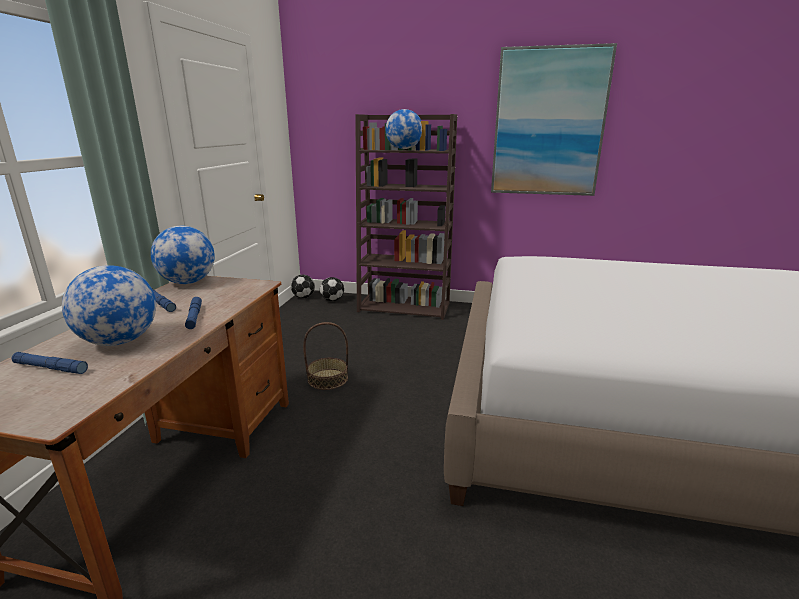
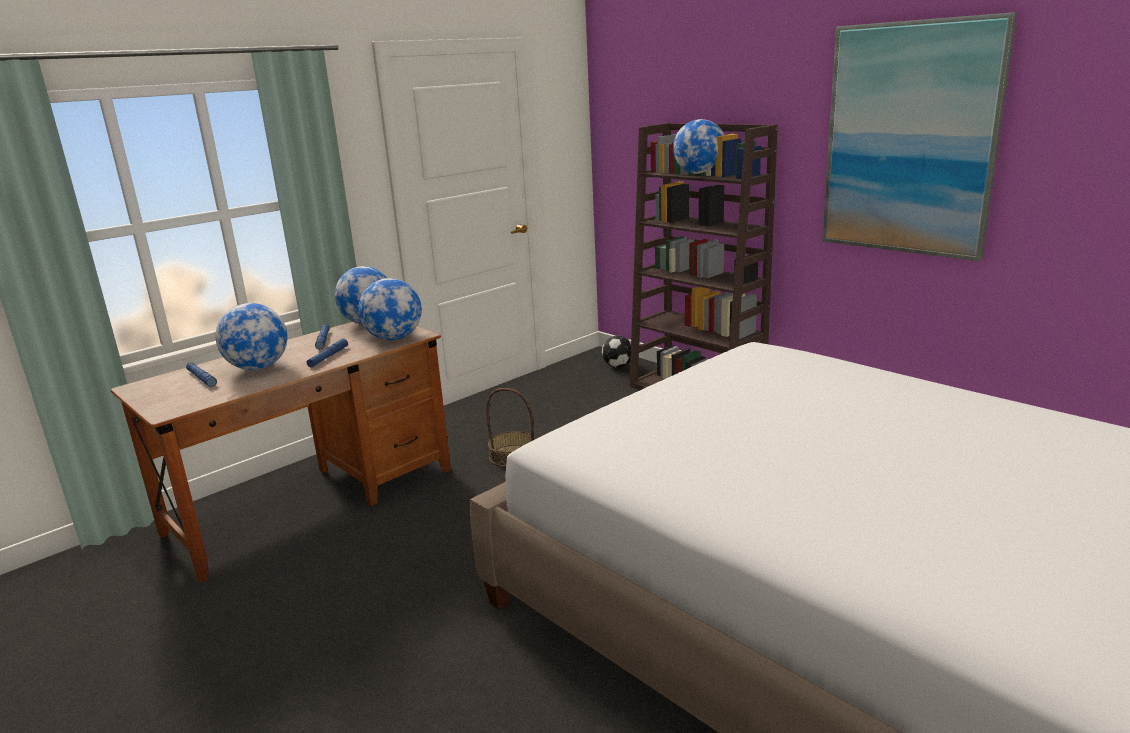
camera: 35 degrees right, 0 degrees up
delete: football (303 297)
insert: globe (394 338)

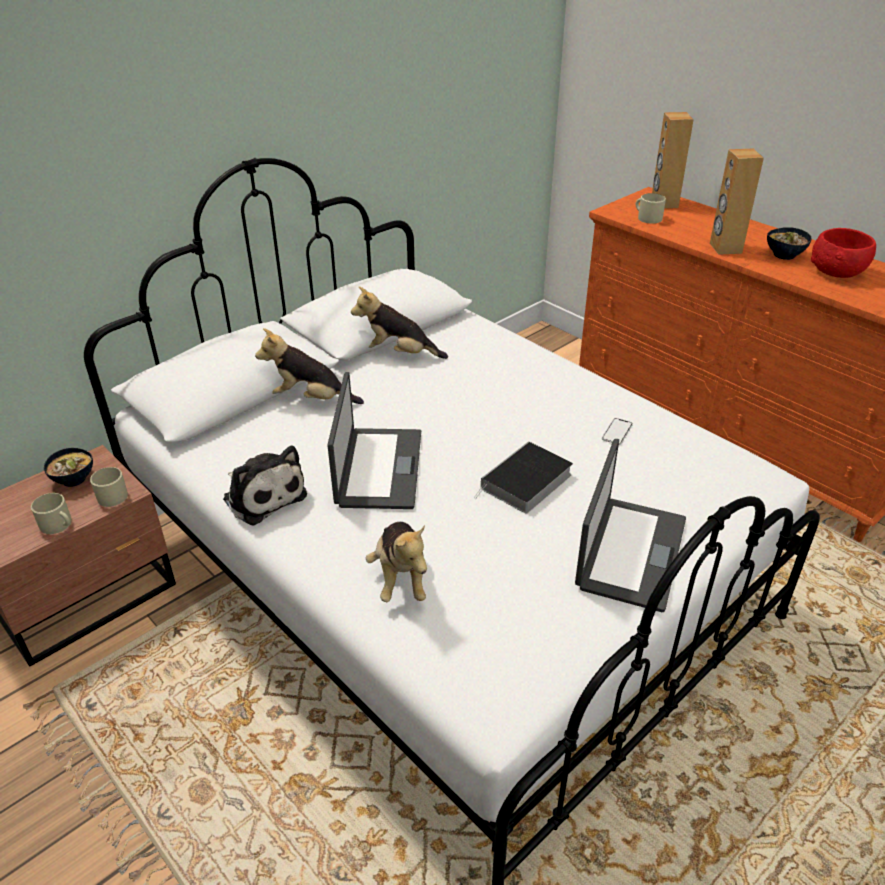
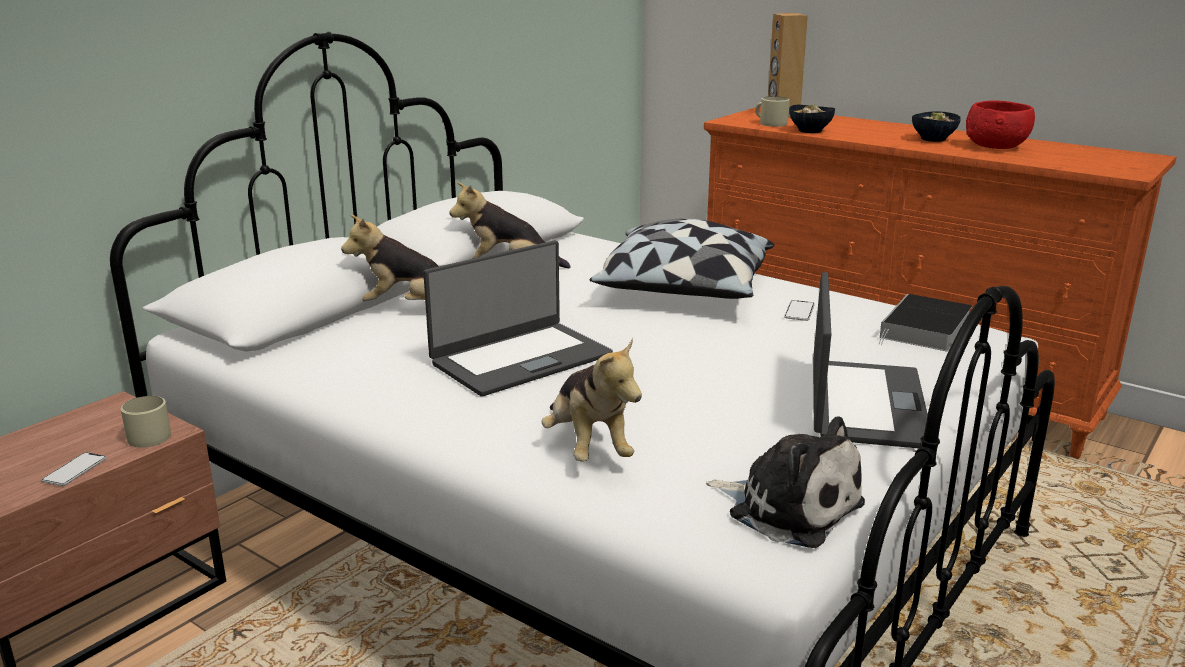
camera: 10 degrees left, 15 degrees down
delete: speaker (brown) (725 248)
insert: pillow (684 291)
move: bowl (73 480) to (810 131); plush toy (263 495) to (789 507); book (525 483) to (925 330)
replace: mug (beige) (58 525) to phone (75 470)
rotate: laptop (378 468) = (520 359) 60 degrees clockwise

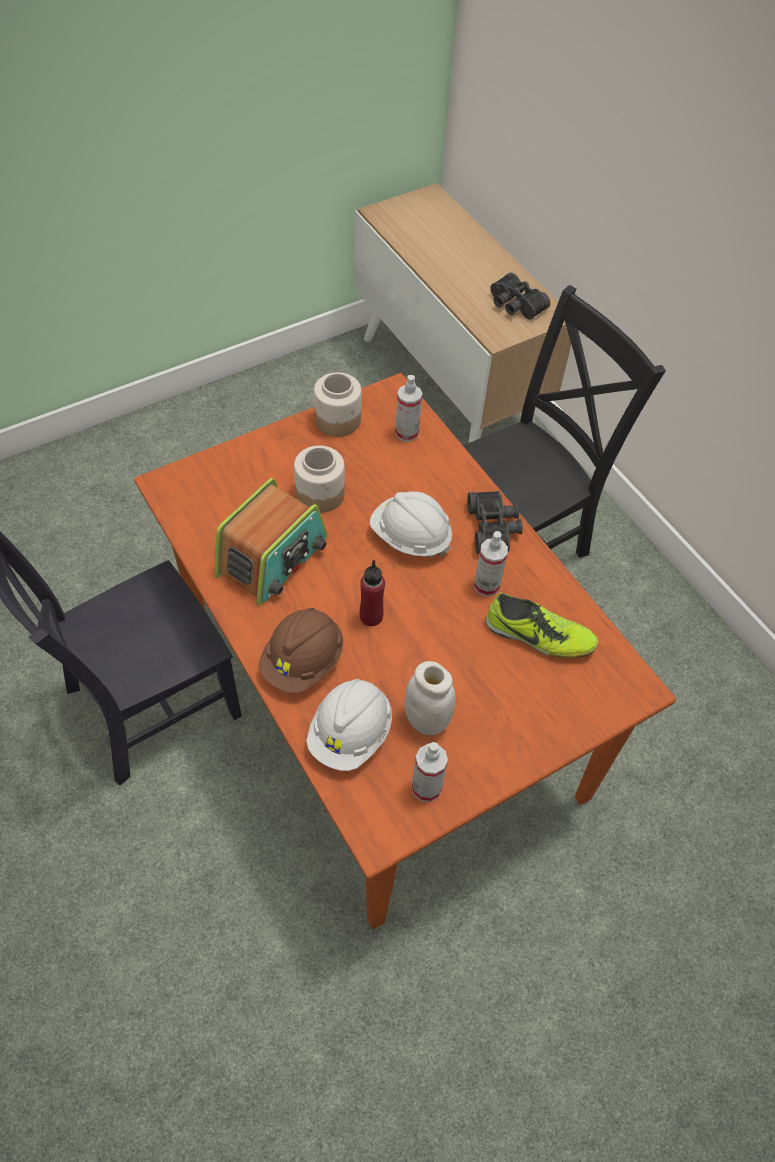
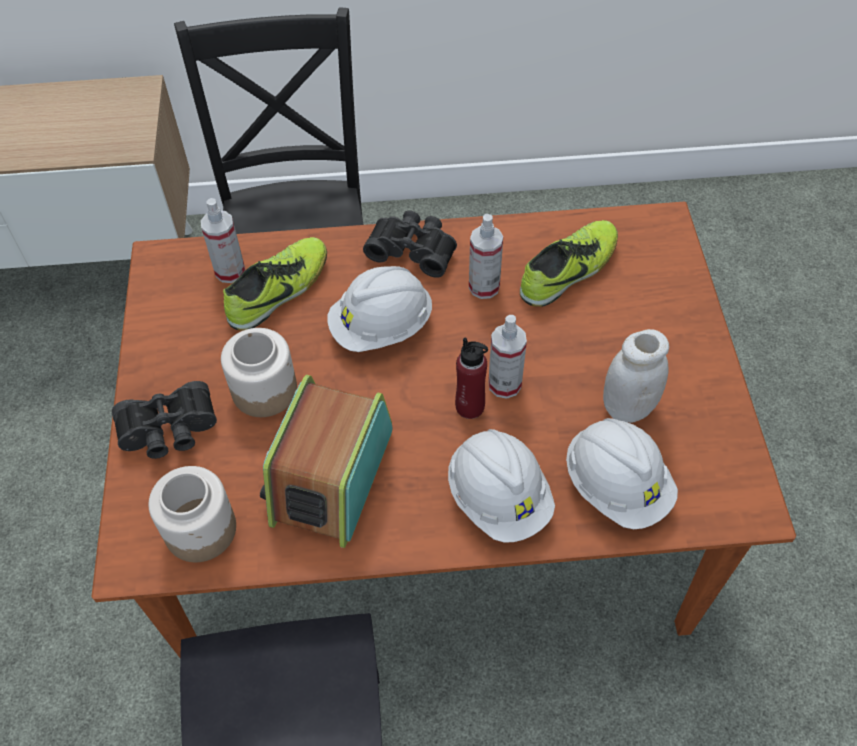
camera: 60 degrees left, 0 degrees up
insert: shoe (279 291)
move: jar (338 420) to (201 529); spray bottle (426 788) to (504 384); binoculars (black) (514 305) to (169 432)
recolor: hard hat (brown) (303 662) to hard hat (white) (498 498)
rotate: radio (273 558) = (331 475) 135 degrees counterclockwise

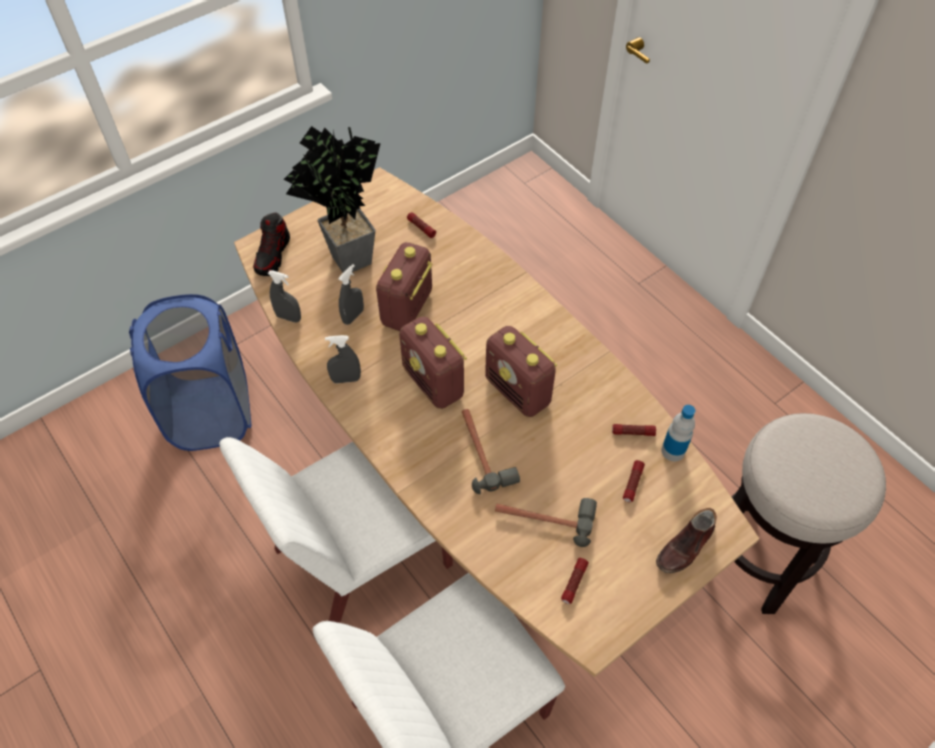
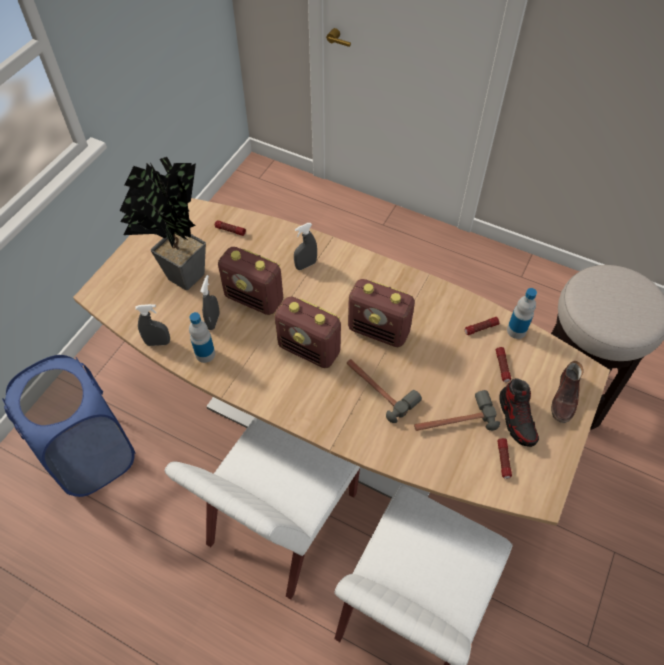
camera: 25 degrees left, 0 degrees up
insert: bottle (205 354)
move: shoe (273 255) to (517 419); spray bottle (grey) (346 379) to (306 265)
rotate: radio (407 309) = (254 299) 60 degrees counterclockwise

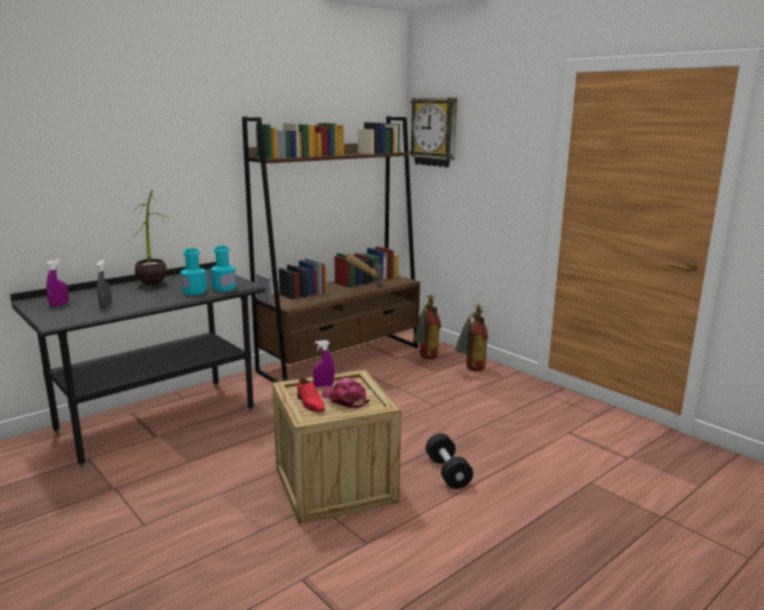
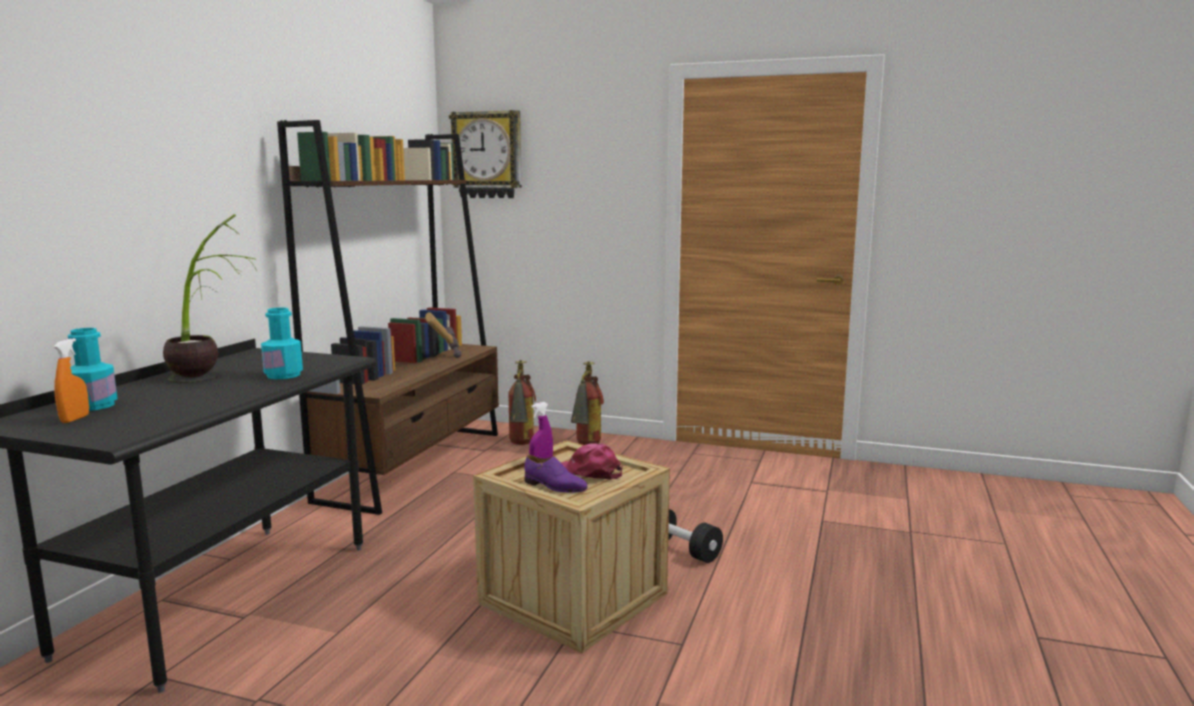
camera: 30 degrees left, 5 degrees down
delete: spray bottle (grey) (106 306)
move: bottle (turquoise) (224 288) to (94 406)
recolor: spray bottle (purple) (59 304) to spray bottle (orange) (75 419); shoe (red) (310 403) to shoe (purple) (555 486)

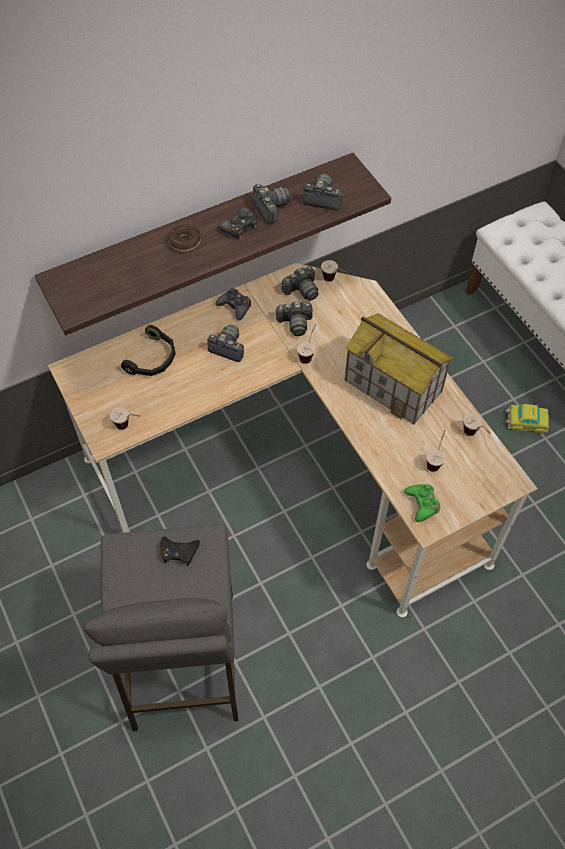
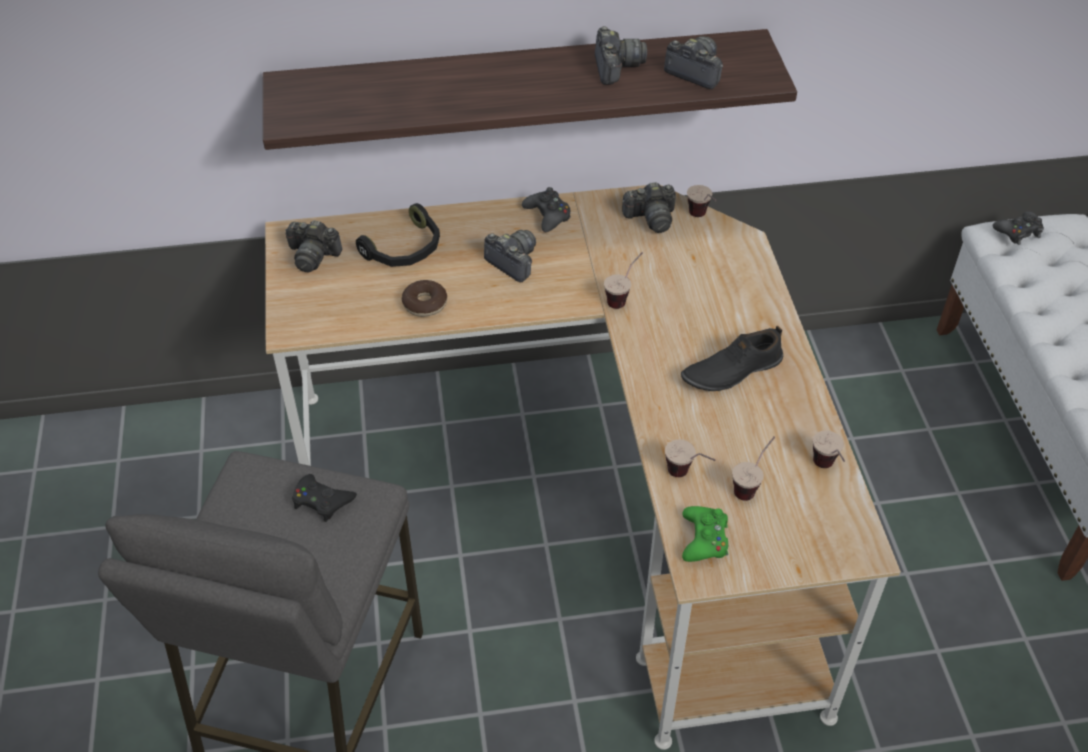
camera: 20 degrees right, 10 degrees down
delete: toy car (526 421)
move: cup (129 427) to (687 476); donut (185 242) to (425 304); game controller (black) (239 227) to (1018 232); photo camera (295 323) to (313 256)
replace: toy house (394 386) to shoe (black) (731 370)

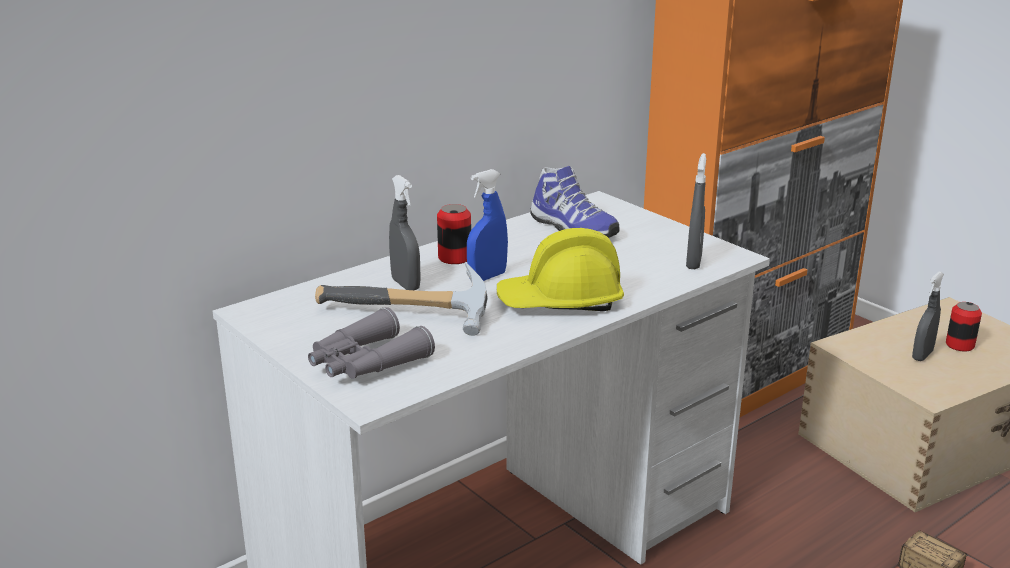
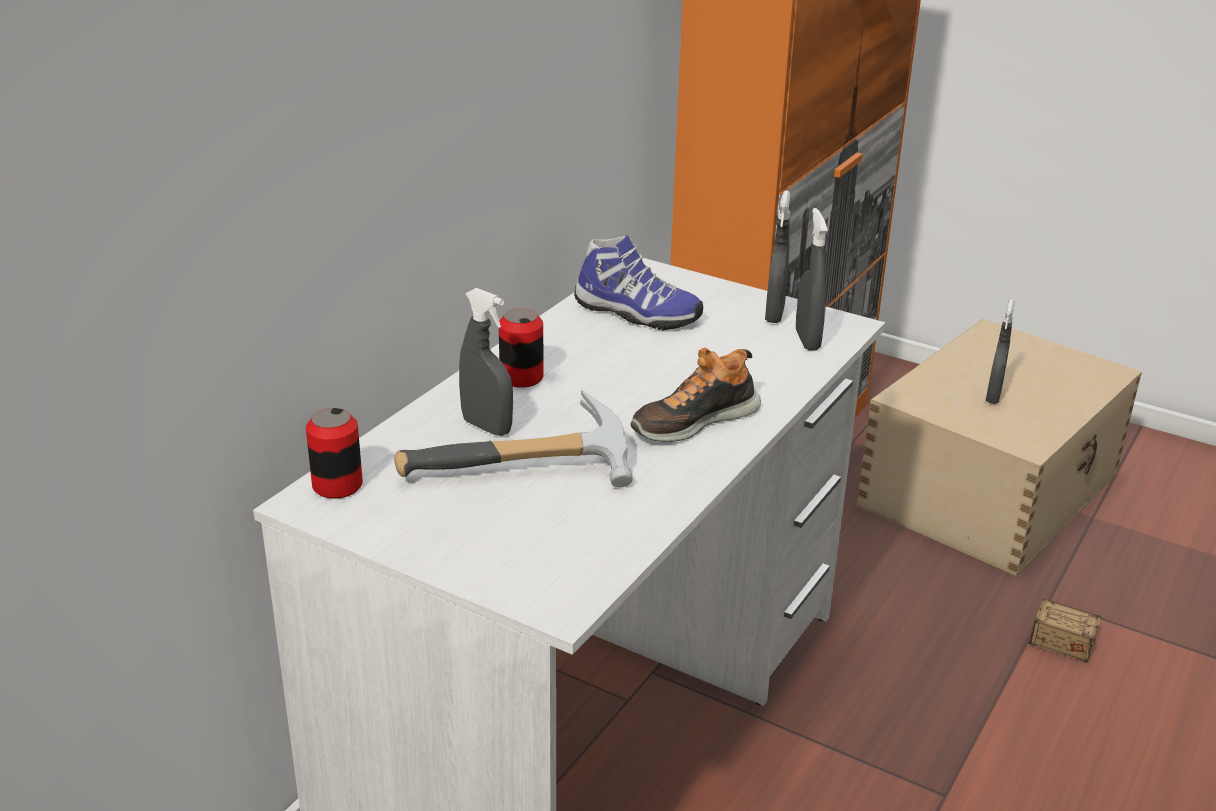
camera: 20 degrees left, 5 degrees up
delete: binoculars (grey) (366 363); spray bottle (blue) (487 277)
insert: spray bottle (grey) (774 315)
move: can (960 345) to (337 485)
replace: hard hat (yellow) (560 302) to shoe (693 420)

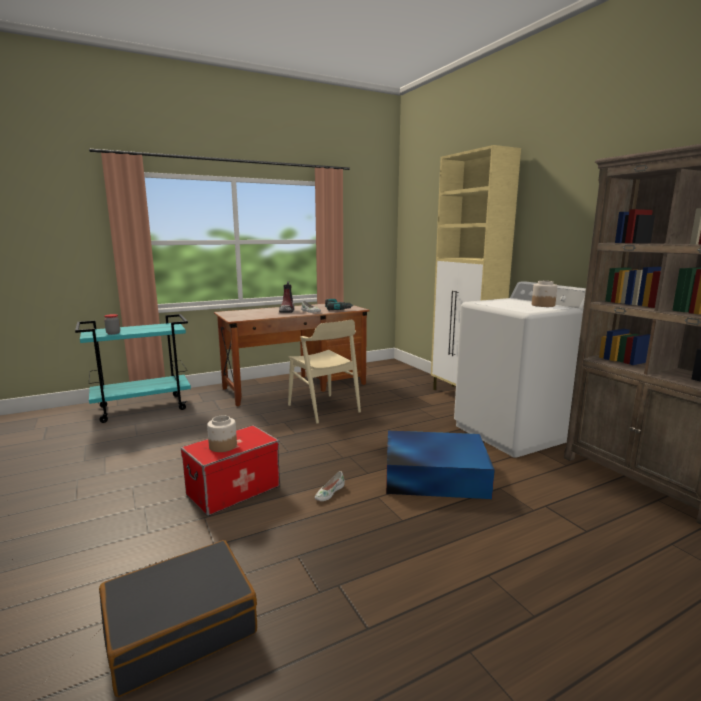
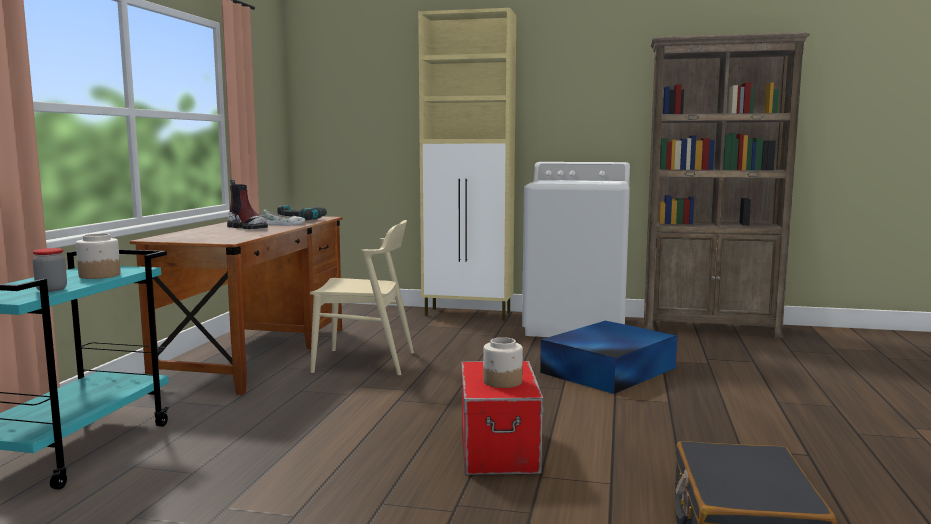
camera: 50 degrees left, 5 degrees down
delete: shoe (white) (329 492)
move: jar (542 305) to (99 275)

